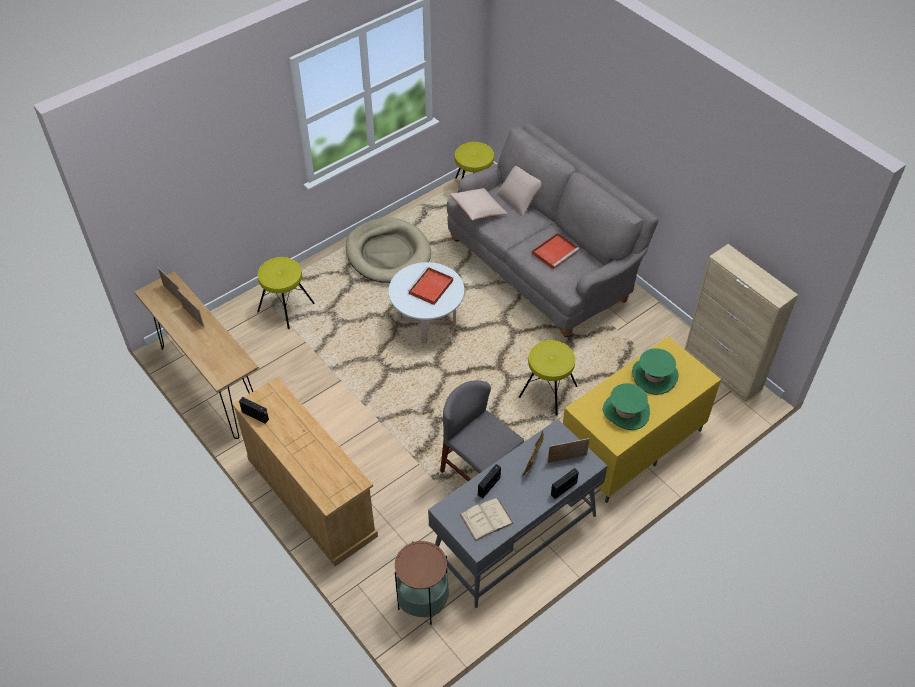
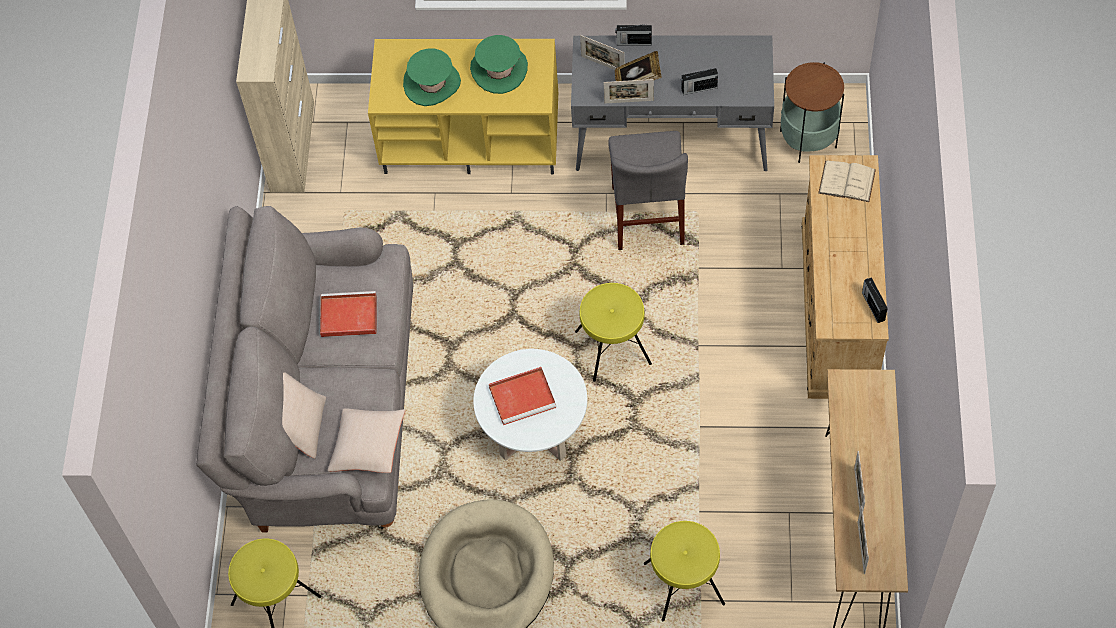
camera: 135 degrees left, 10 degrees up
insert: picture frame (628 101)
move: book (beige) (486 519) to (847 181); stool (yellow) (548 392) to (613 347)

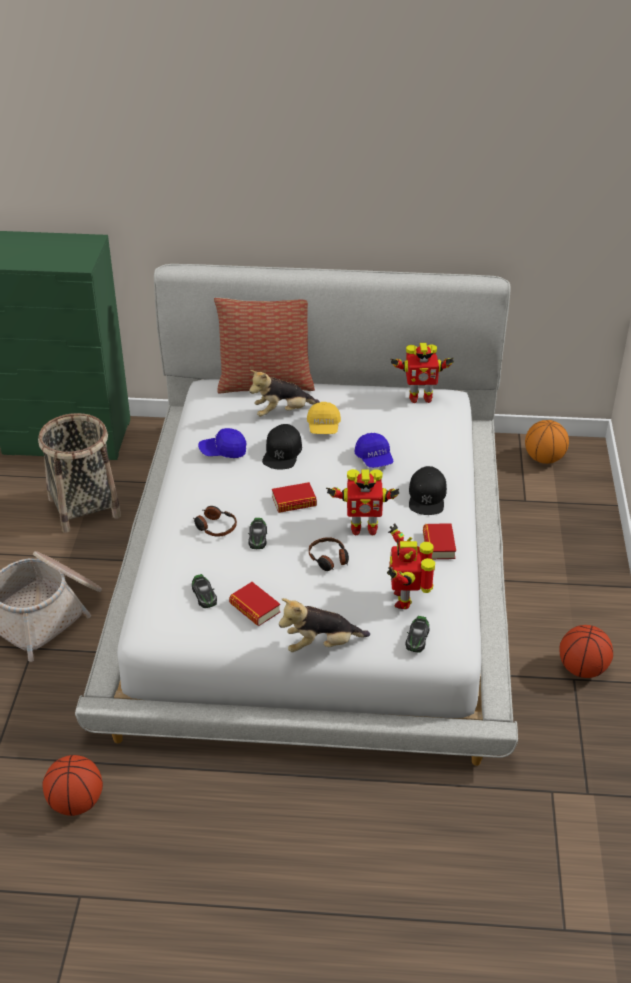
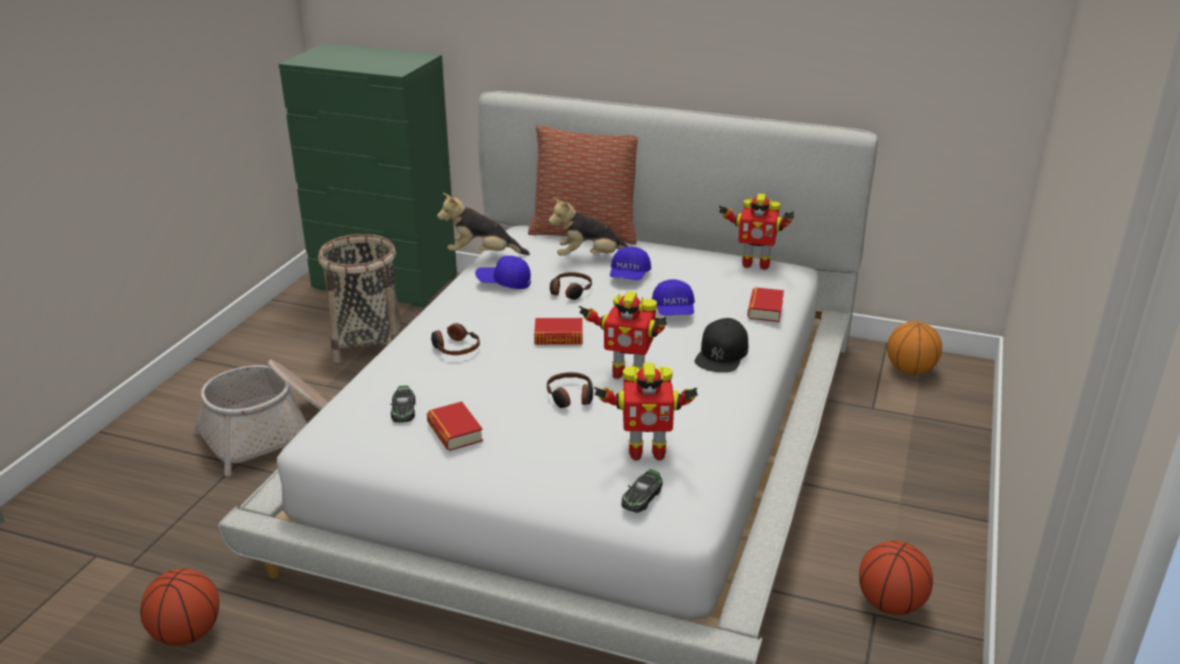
camera: 15 degrees right, 10 degrees down
delete: toy car (257 537)
move: plush toy (321 645) to (482 255); book (438 545) to (765 309)
replace: cap (black) (282 452) to headphones (570 291)
recolor: cap (yellow) (323 427) to cap (blue) (629 276)
rotate: toy robot (405 598) = (645 451) 105 degrees counterclockwise

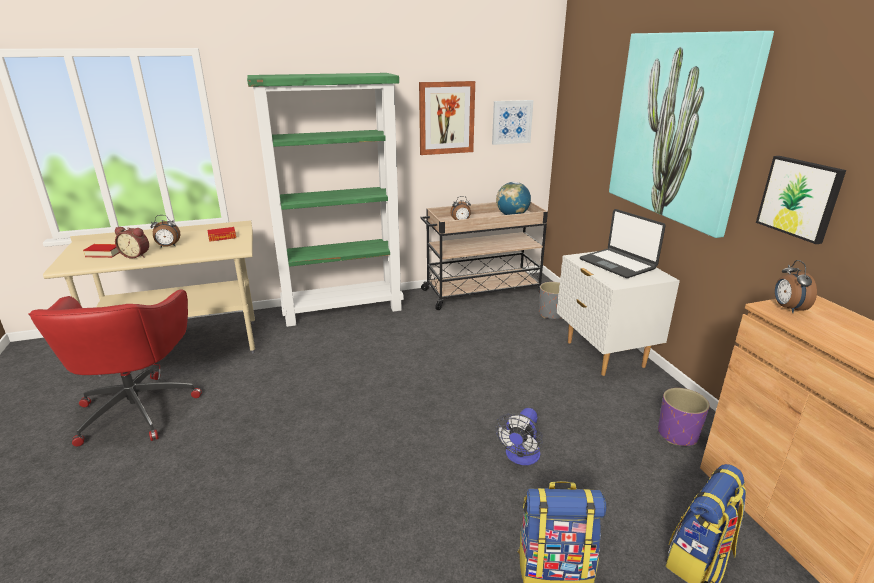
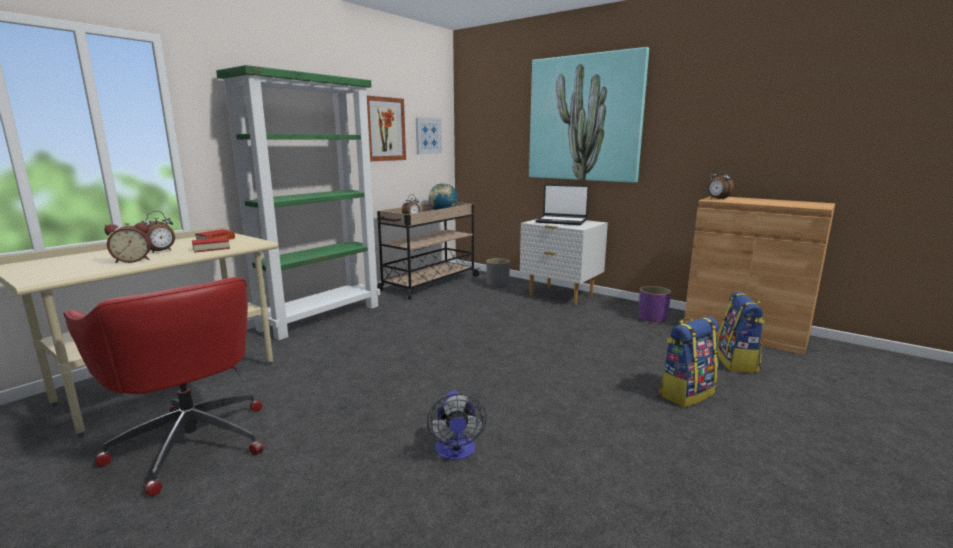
camera: 35 degrees left, 10 degrees down
delete: picture (800 198)
move: book (104 253) to (211 248); fan (520 457) to (456 452)

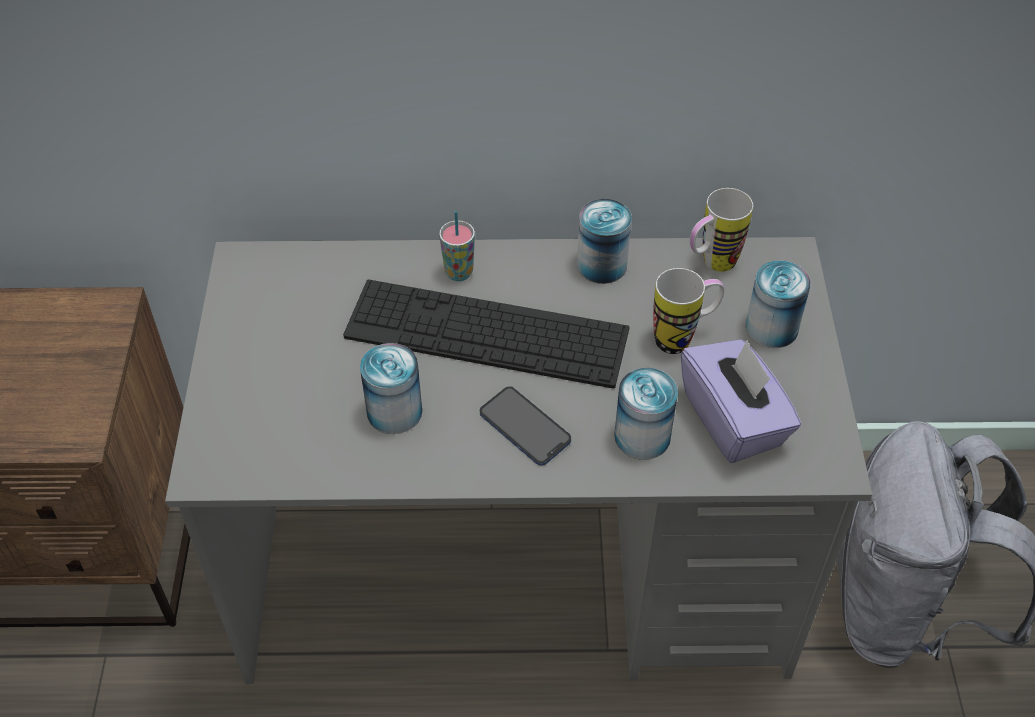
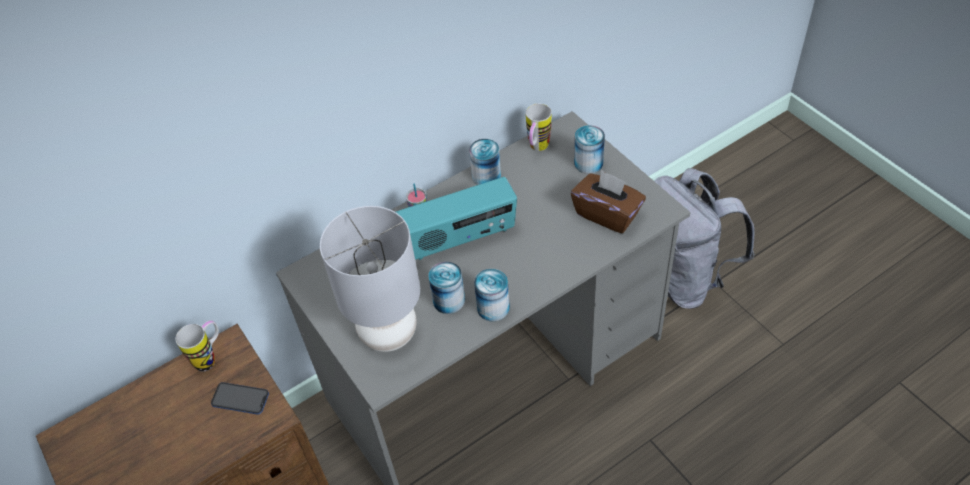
camera: 30 degrees left, 0 degrees up
insert: table lamp (grey) (389 333)
move: phone (525 427) to (240 399); can (642 436) to (493 308); mug (683 338) to (210 358)
replace: keyboard (486 333) to radio (460 239)
recolor: tissue box (purple) (733 420) to tissue box (brown) (607 214)

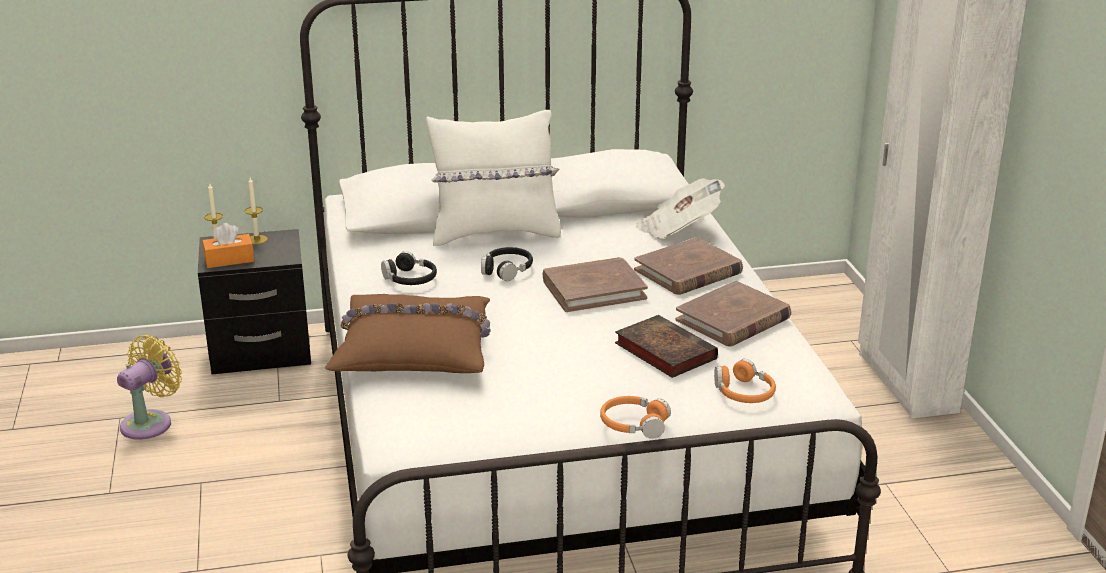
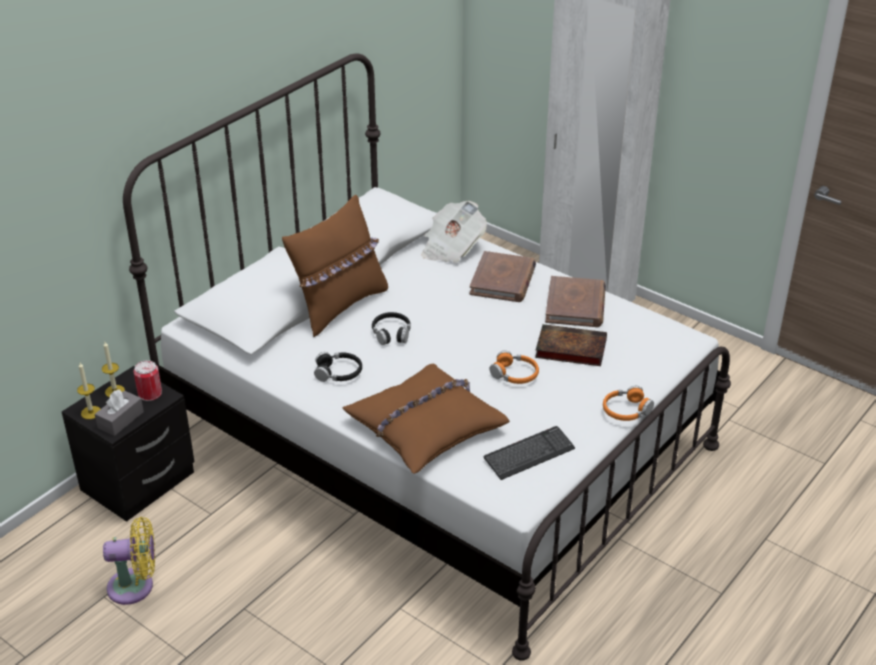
camera: 40 degrees left, 10 degrees up
delete: book (brown) (594 289)
insert: can (150 393); keyboard (529 454)
move: headphones (orange) (744 393) to (515 374)
recolor: tissue box (orange) (229 260) to tissue box (grey) (120 420); pillow (white) (495 233) to pillow (brown) (339 306)
rotate: fan (yellow) (150 423) = (135 586) 90 degrees clockwise

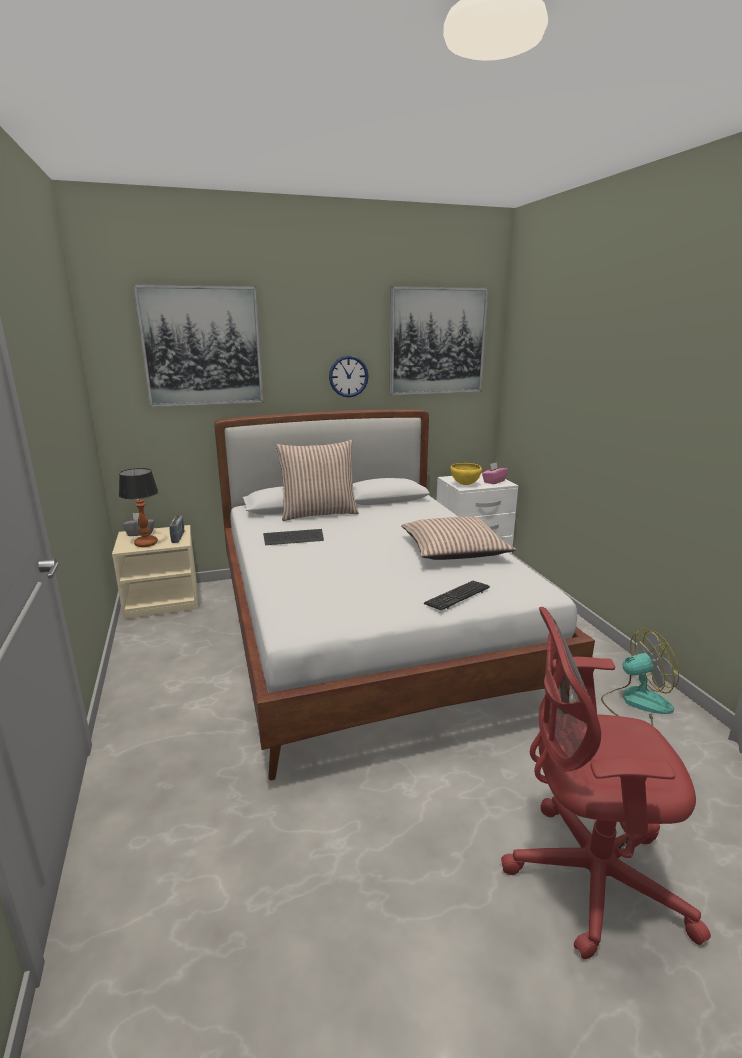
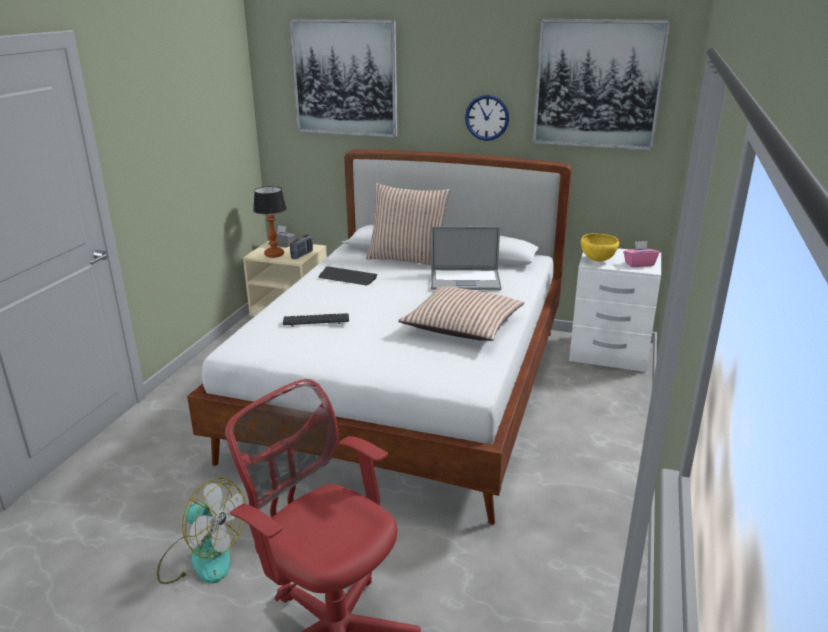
camera: 35 degrees right, 5 degrees up
insert: laptop (465 280)
move: keyboard (457 596) to (316 321); fan (636 703) to (202 557)

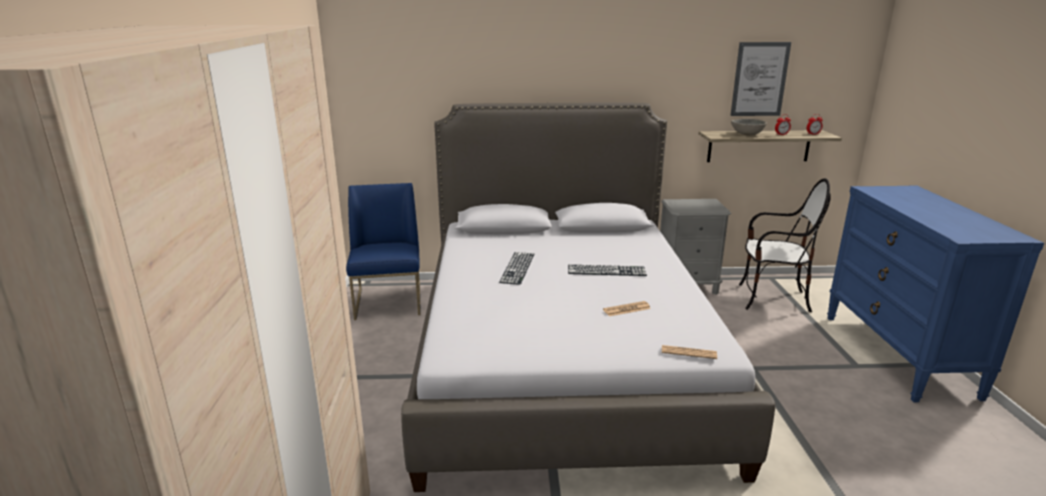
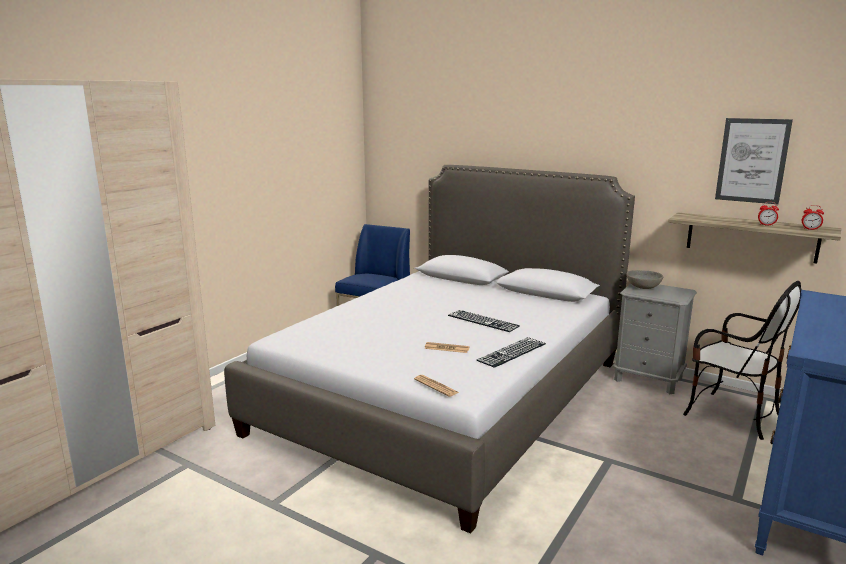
camera: 35 degrees right, 5 degrees down
move: keyboard (517 268) to (512 352); bowl (grey) (746 134) to (643 287)

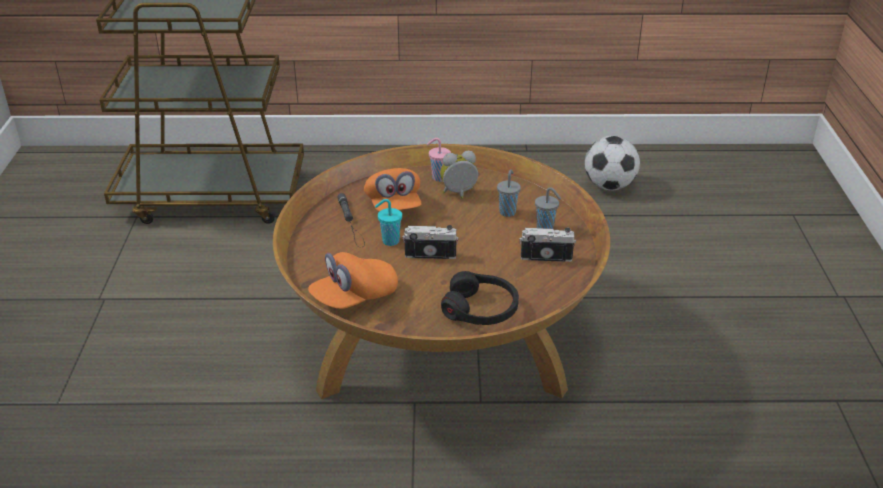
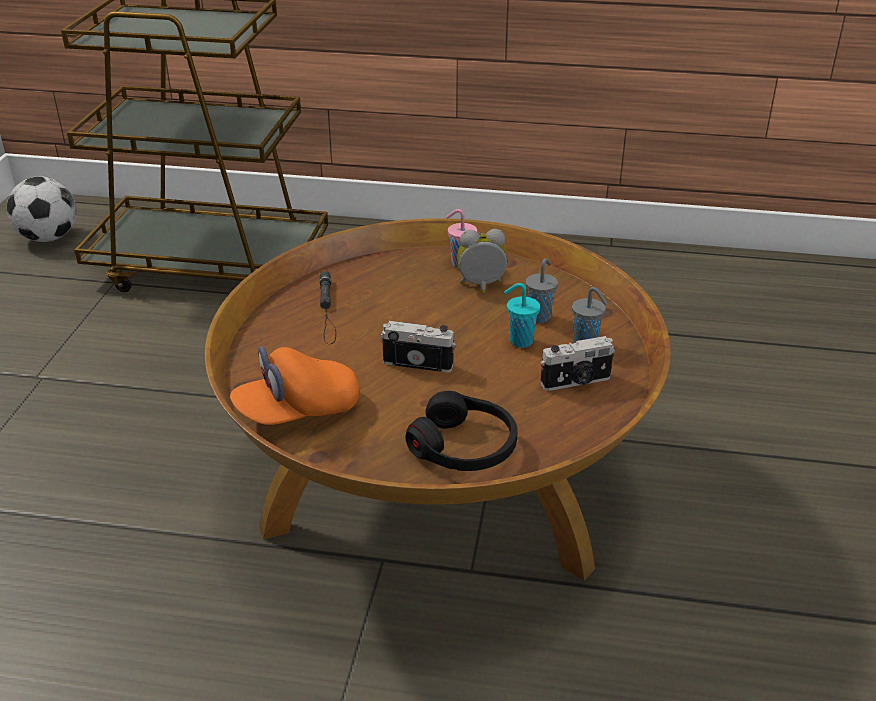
camera: 10 degrees right, 0 degrees up
delete: cap (orange) (393 206)
move: cup (turquoise) (389 241) to (519 341); football (609 186) to (49 238)
rotate: photo camera (546 256) = (576 382) 150 degrees clockwise

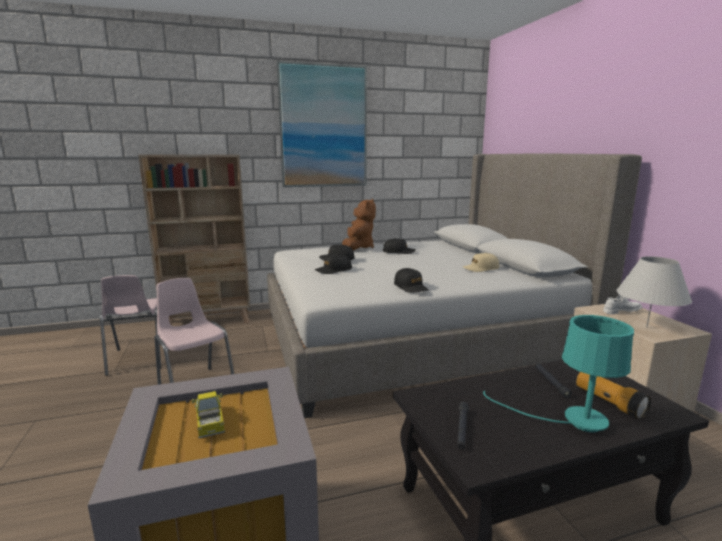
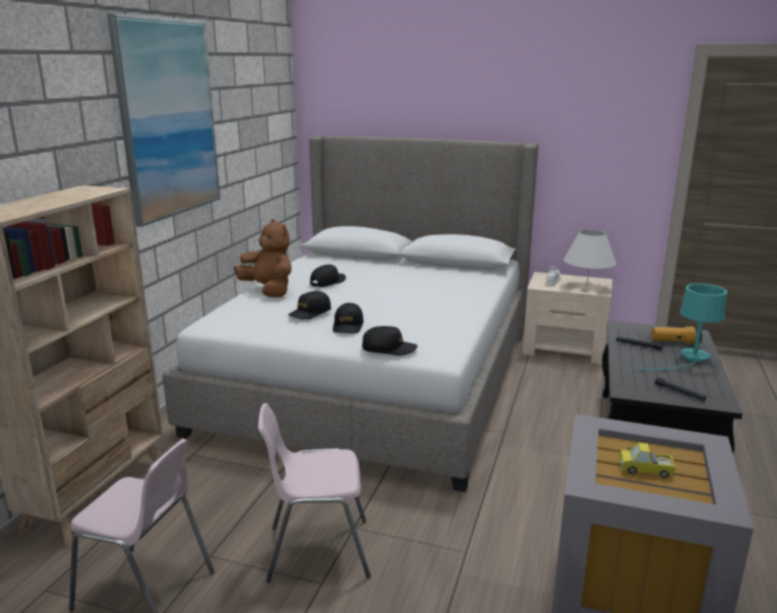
camera: 55 degrees left, 5 degrees up
delete: cap (beige) (481 269)
move: cap (black) (411 287) to (389 348)

